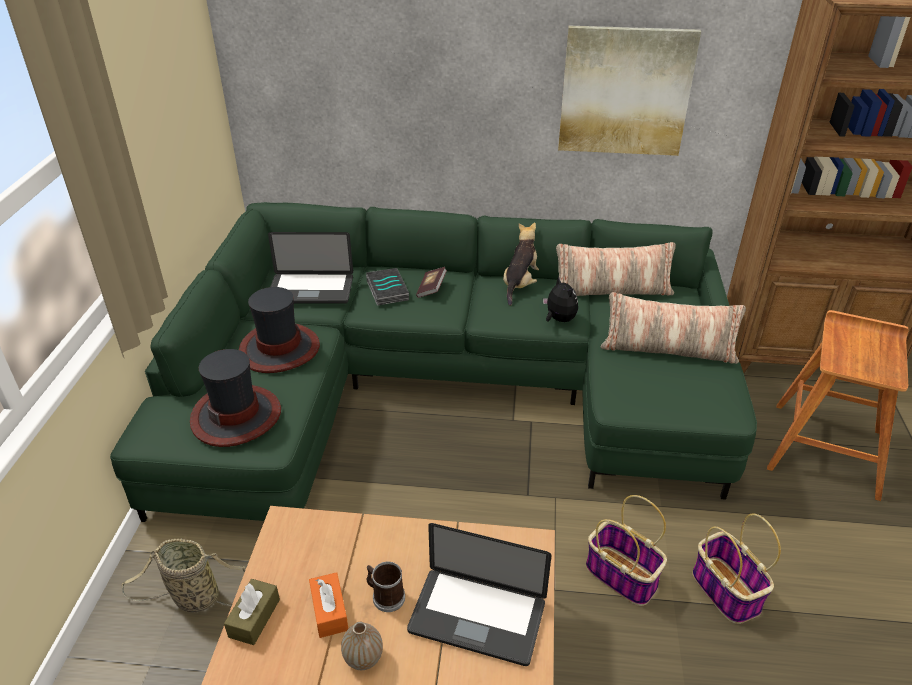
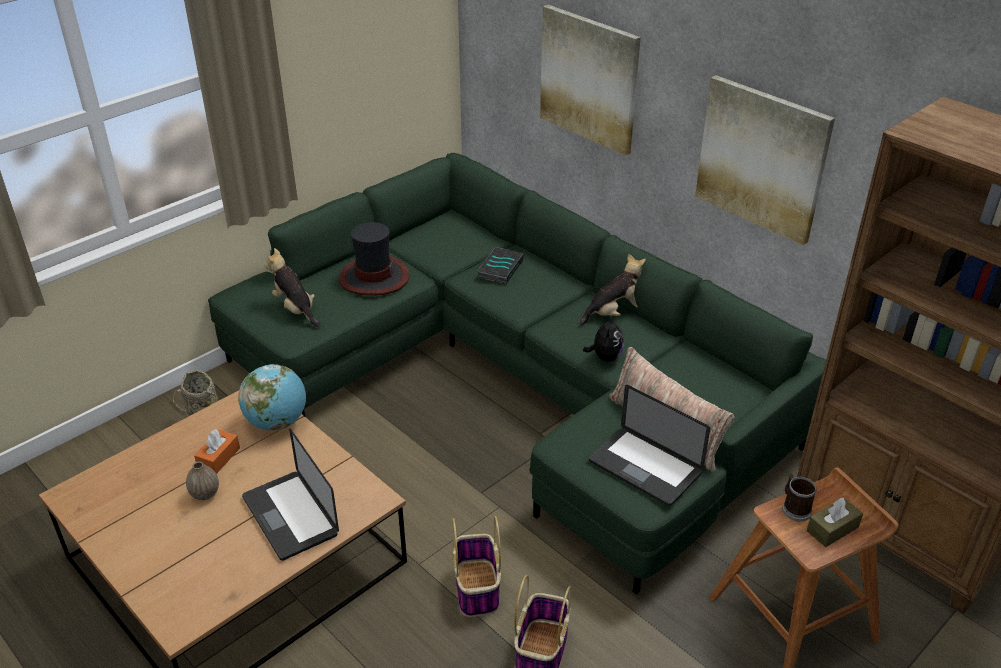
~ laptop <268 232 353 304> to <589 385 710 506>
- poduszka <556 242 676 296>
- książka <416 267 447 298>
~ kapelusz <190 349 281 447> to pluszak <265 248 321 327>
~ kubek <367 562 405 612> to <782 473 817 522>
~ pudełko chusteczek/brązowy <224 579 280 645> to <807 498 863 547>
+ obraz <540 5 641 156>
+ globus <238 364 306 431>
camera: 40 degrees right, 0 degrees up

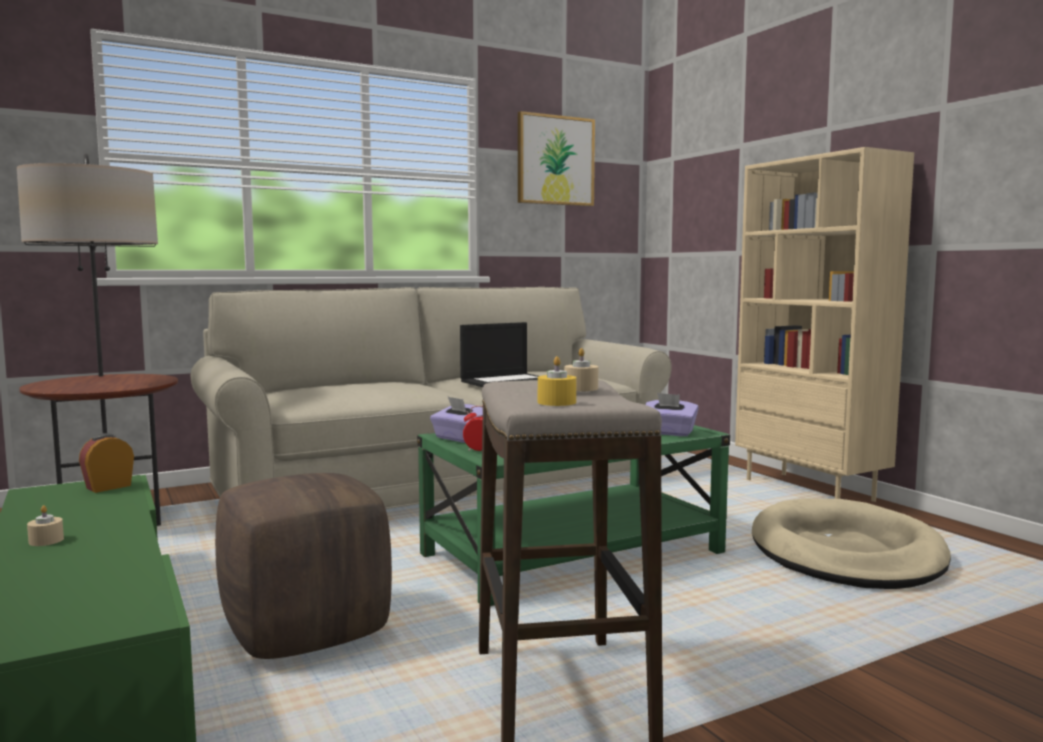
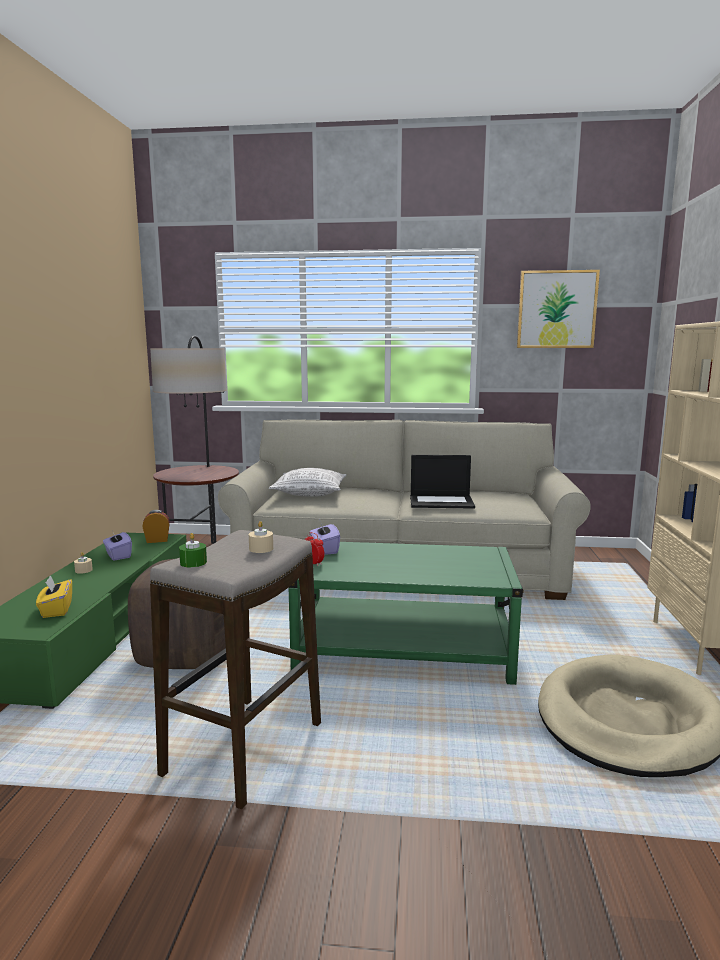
~ świeca/żółty <538 356 576 406> to świeca/zielony <179 533 207 567>
~ pudełko chusteczek/fioletowy <646 393 699 436> to <103 532 132 561>
+ poduszka <269 468 347 497>
+ pudełko chusteczek/żółty <36 575 72 618>
camera: 35 degrees right, 5 degrees up

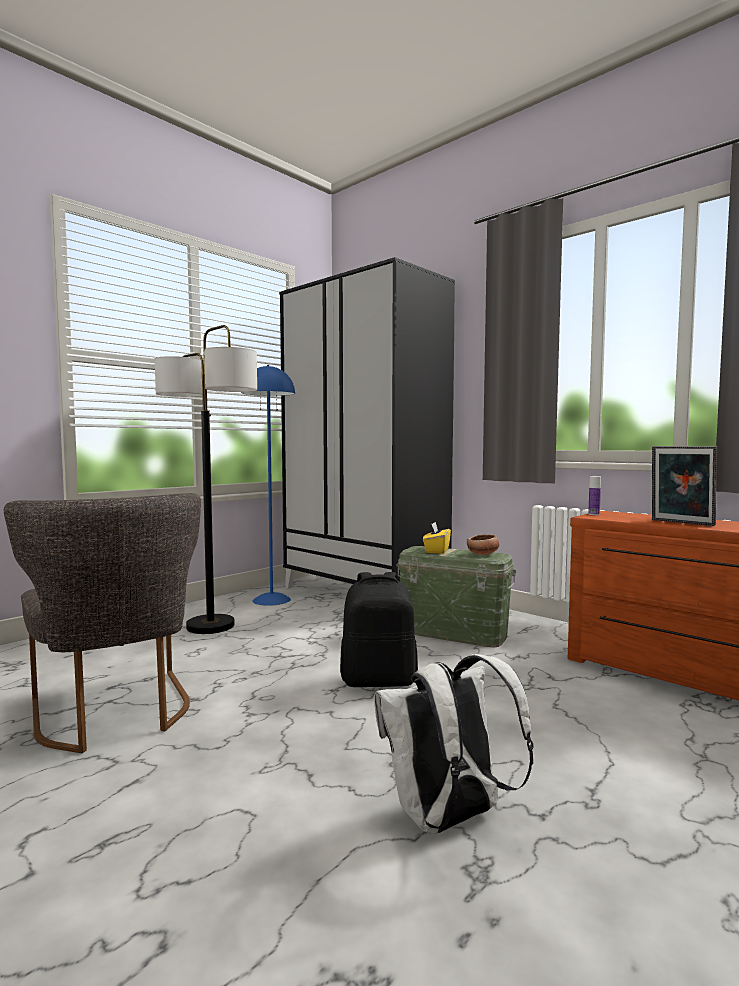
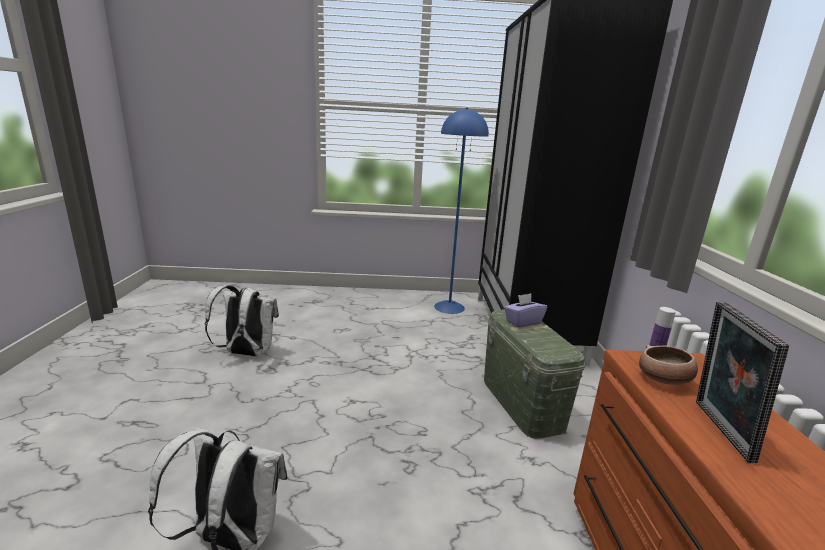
- lampa stojąca <155 325 257 634>
~ krzesło/szary <4 493 201 753> to plecak/biały <205 285 279 357>
~ pudełko chusteczek/żółty <423 522 451 554> to pudełko chusteczek/fioletowy <504 293 547 328>
~ miska <467 534 499 555> to <639 345 698 385>
- plecak/czarny <340 572 418 687>
camera: 45 degrees right, 15 degrees up

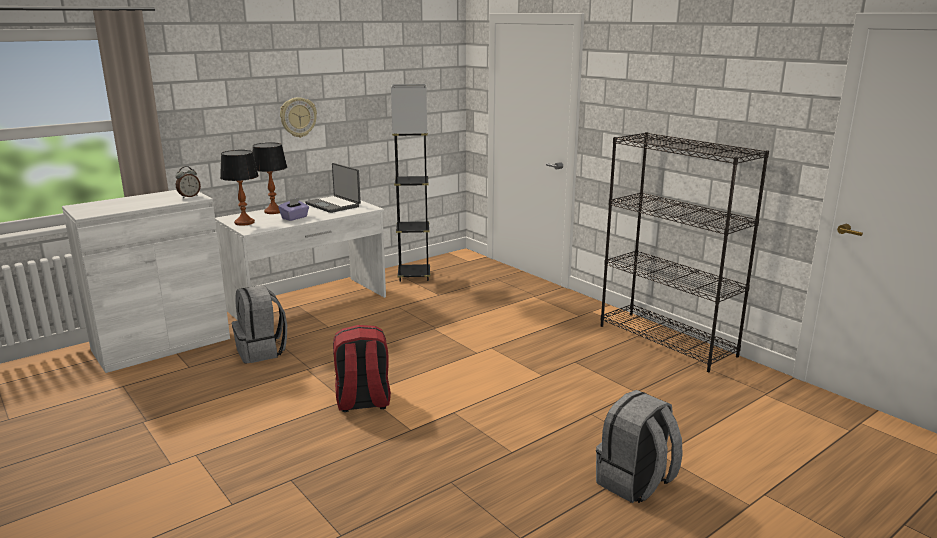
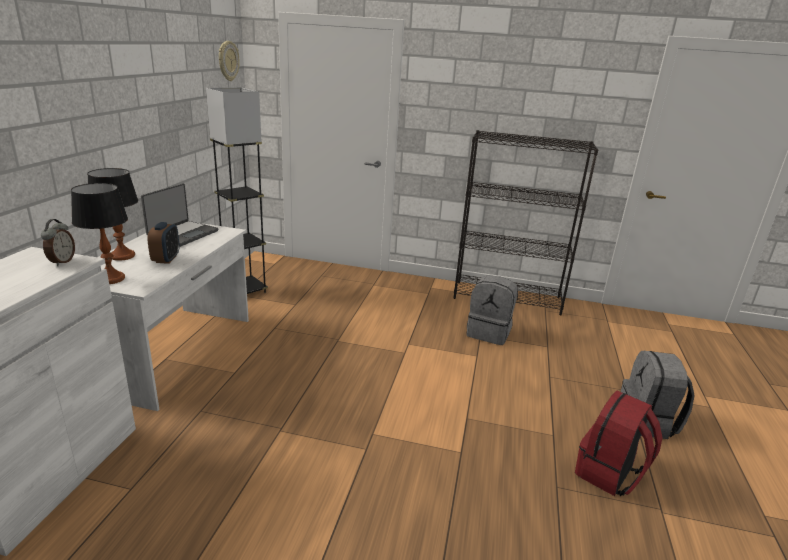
~ zegar ścienny <280 97 317 138> to <219 41 240 81>
~ laptop <305 163 361 213> = <141 183 219 247> 75 degrees counterclockwise
~ pudełko chusteczek/fioletowy <278 198 309 221> to budzik <147 222 180 264>
~ plecak/szary <232 285 287 363> to <466 276 518 345>
~ plecak/czerwony <333 325 391 412> to <575 391 663 496>
camera: 40 degrees left, 5 degrees up

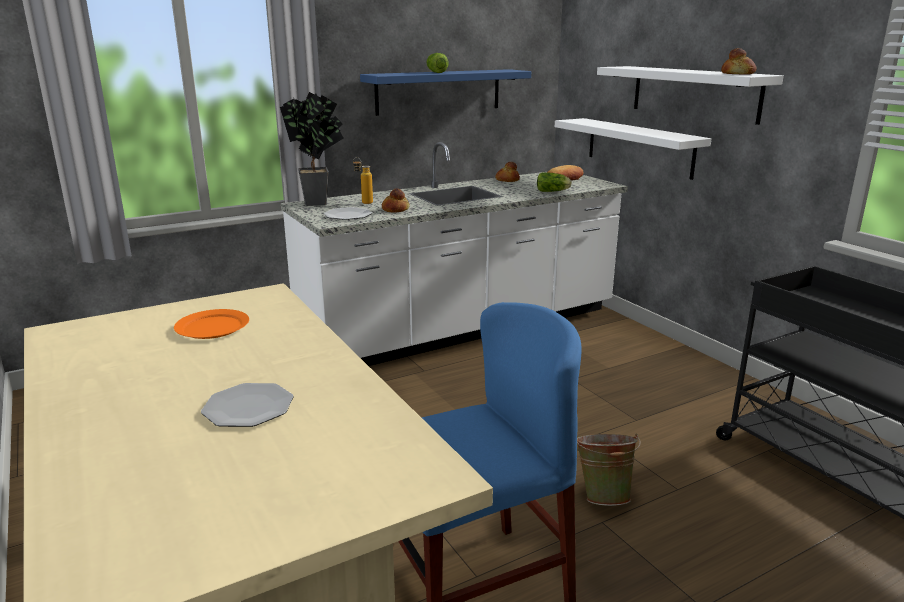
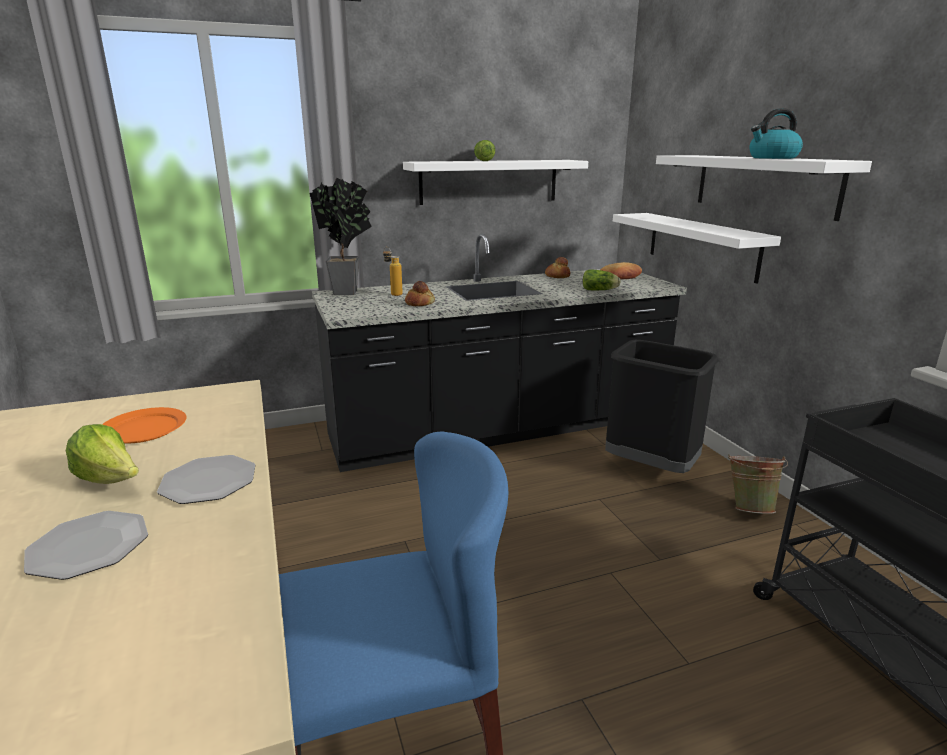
- chleb <721 48 756 75>
~ półka/niebieski <360 69 531 116> to półka/biały <403 160 588 205>
~ zabudowa kuchenna/biały <281 142 628 366> to zabudowa kuchenna/czarny <312 234 687 472>
~ talerz <324 207 372 220> to <157 455 255 504>
~ wiadro/zielony <577 434 641 506> to <728 454 788 514>
+ czajnik <749 108 803 159>
+ kosz na śmieci/czarny <605 340 719 473>
+ sałata <66 424 139 484>
camera: 10 degrees right, 0 degrees up

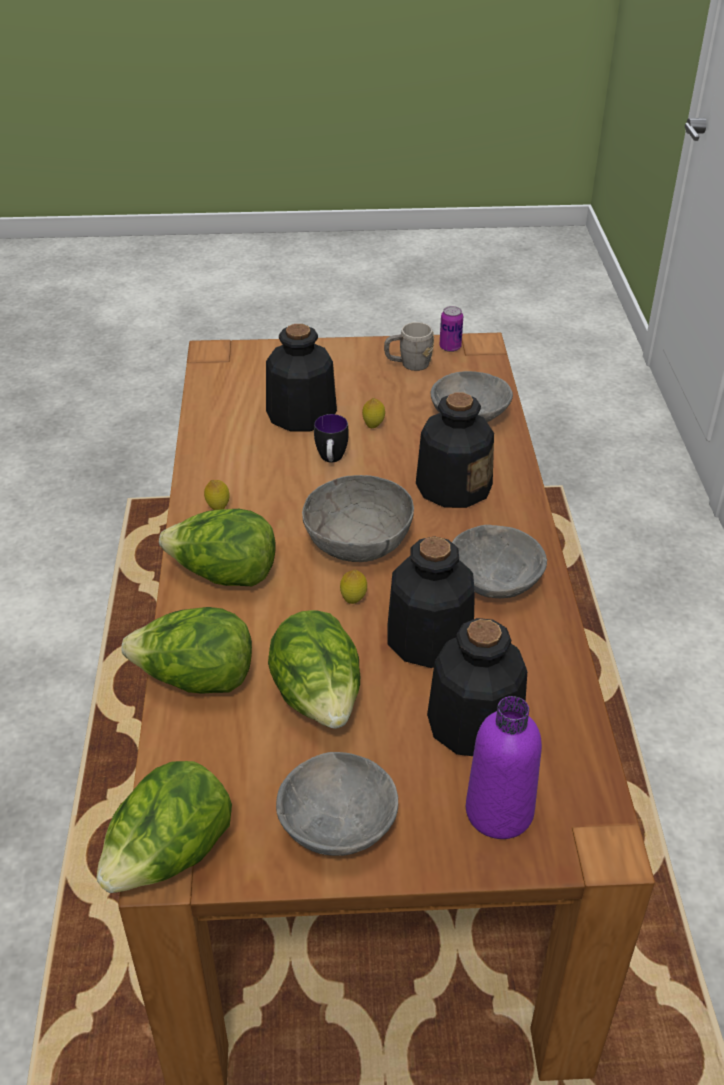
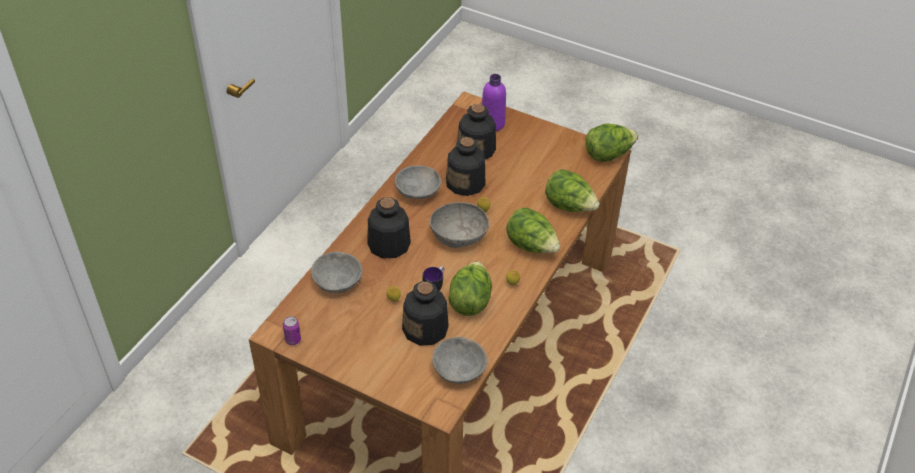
- kubek/szary <384 322 434 371>
~ sałata <268 610 360 729> to <448 261 492 316>
~ miska/szary <276 752 398 856> to <432 337 487 384>
camera: 150 degrees left, 5 degrees up

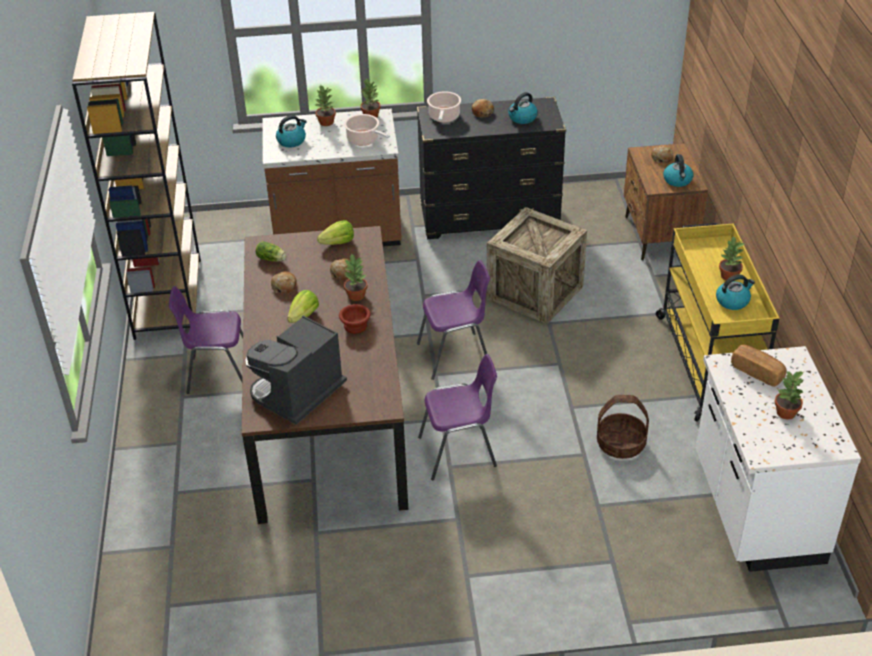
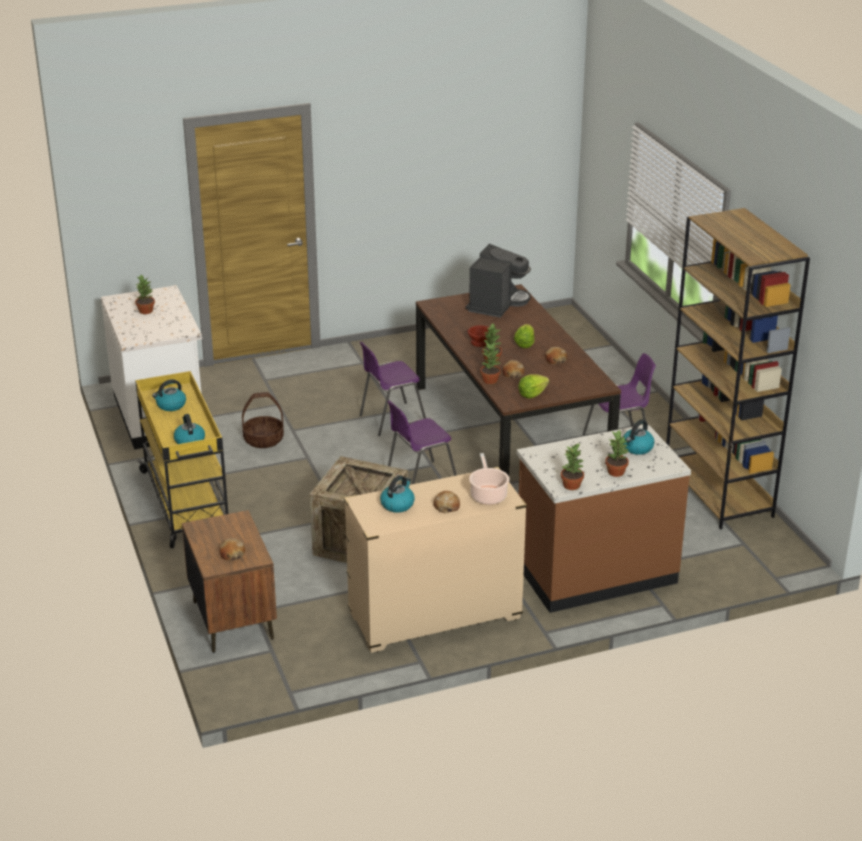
~ komoda/czarny <417 97 566 239> to komoda/beżowy <344 467 527 653>
- garnek <344 114 390 146>
~ czajnik <663 154 694 187> to <174 414 205 444>
~ roślina doniczkowa <719 236 746 281> to <480 343 501 384>
- sałata <256 241 286 262>
- chleb <731 344 787 387>
camera: 165 degrees right, 10 degrees down

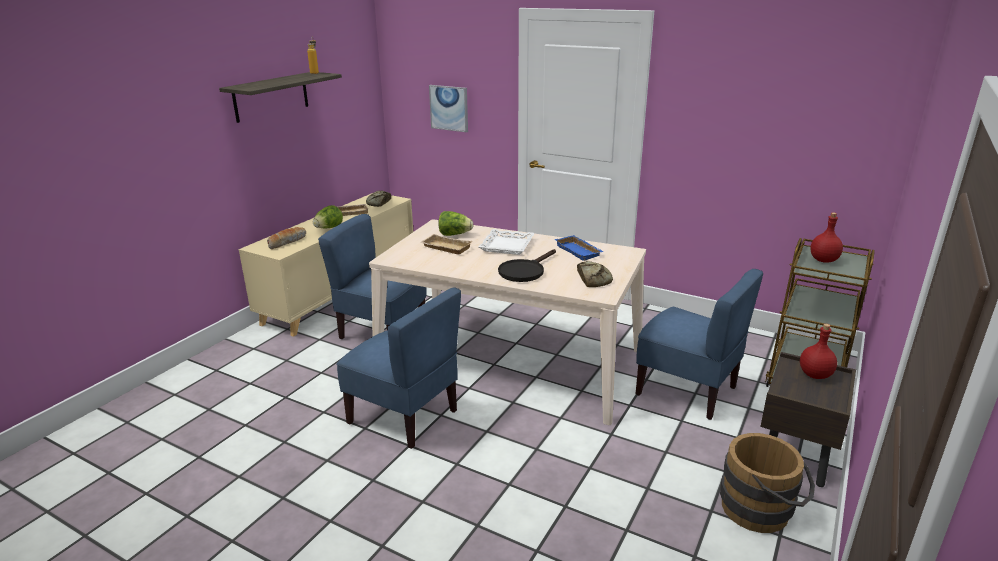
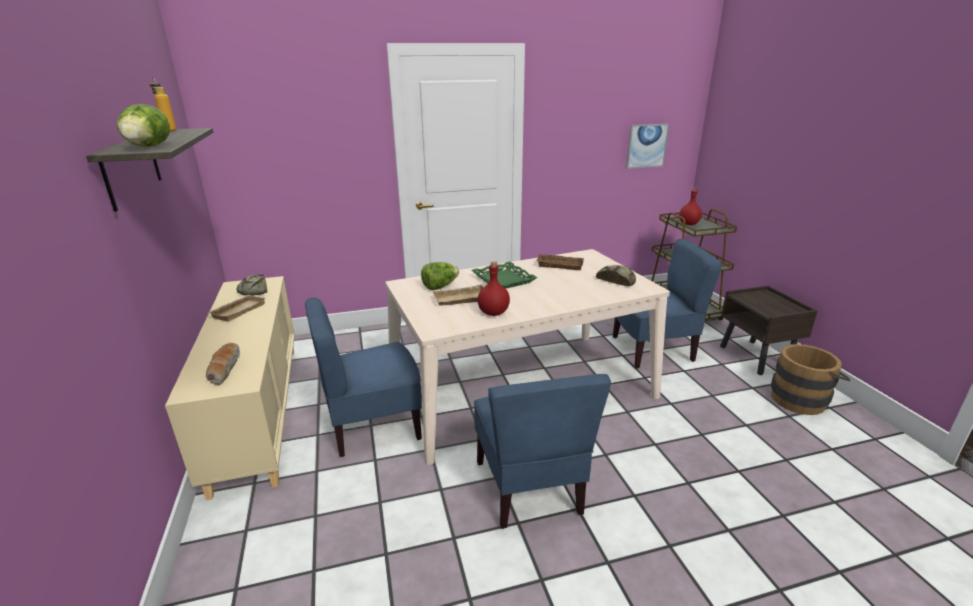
~ obraz <429 85 468 132> to <626 124 669 169>
~ sałata <313 205 343 228> to <117 104 170 147>
~ taca/biały <478 229 535 255> to taca/zielony <472 262 537 289>
~ taca/niebieski <555 235 604 261> to taca/brązowy <537 254 584 270>
- patelnia/czarny <498 249 556 282>
~ krzesło/niebieski <336 287 461 449> = <474 374 611 529> 90 degrees clockwise
~ butelka/czerwony <800 324 837 379> to <478 261 510 316>
camera: 45 degrees left, 0 degrees up

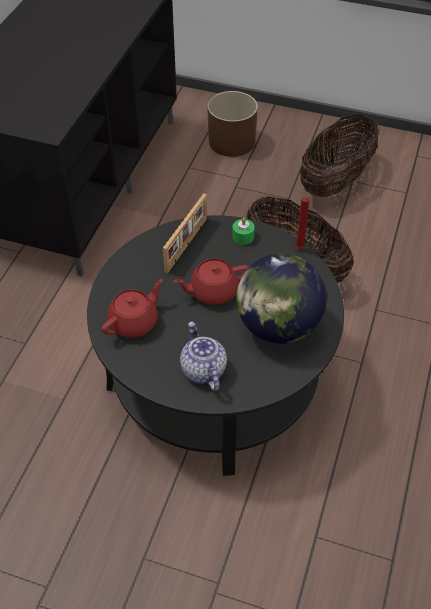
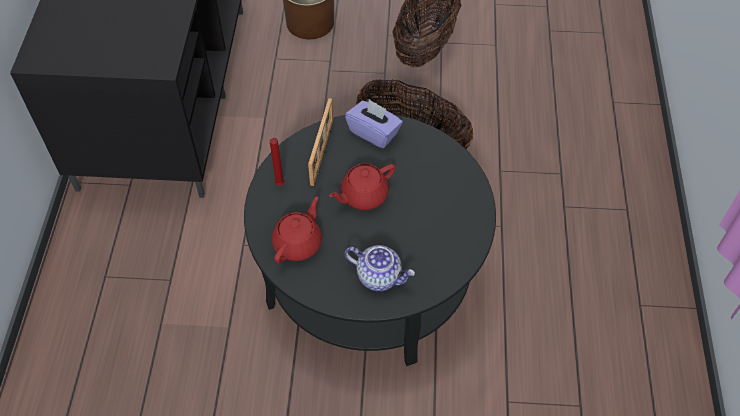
~ świeca/czerwony <295 196 309 249> to <270 138 284 186>
~ świeca/zielony <232 218 255 245> to pudełko chusteczek/fioletowy <345 99 403 149>
- globus <236 254 327 344>
~ imbryk <180 322 227 391> = <345 245 415 291> 150 degrees clockwise
camera: 15 degrees left, 5 degrees up

